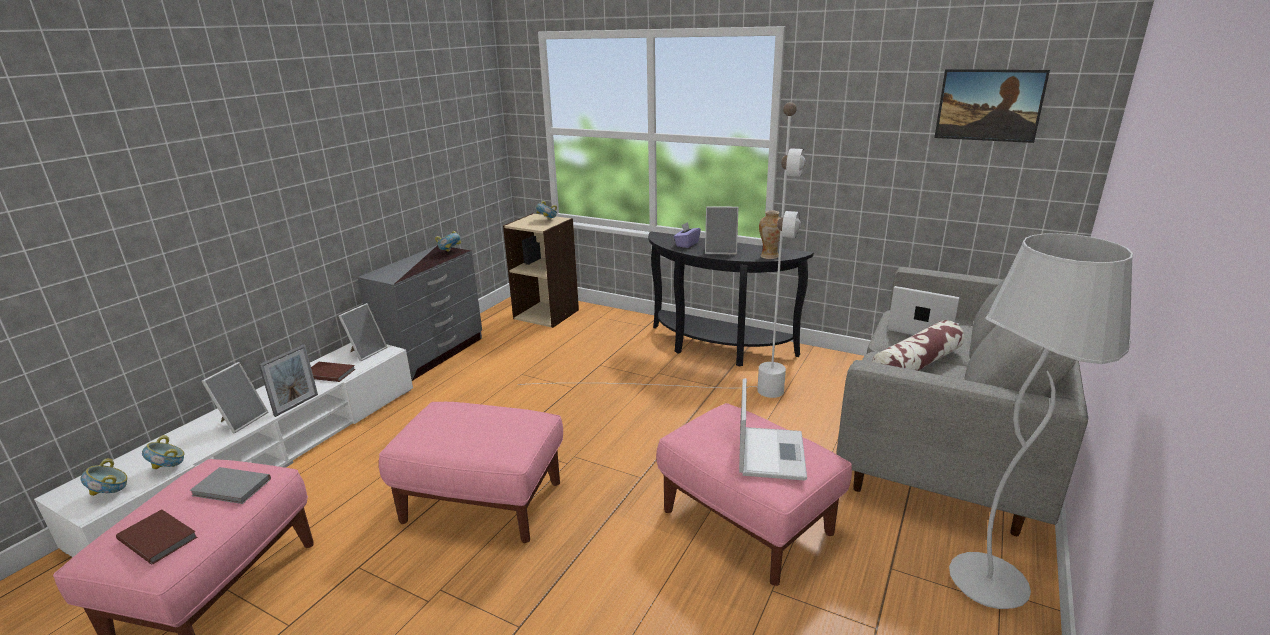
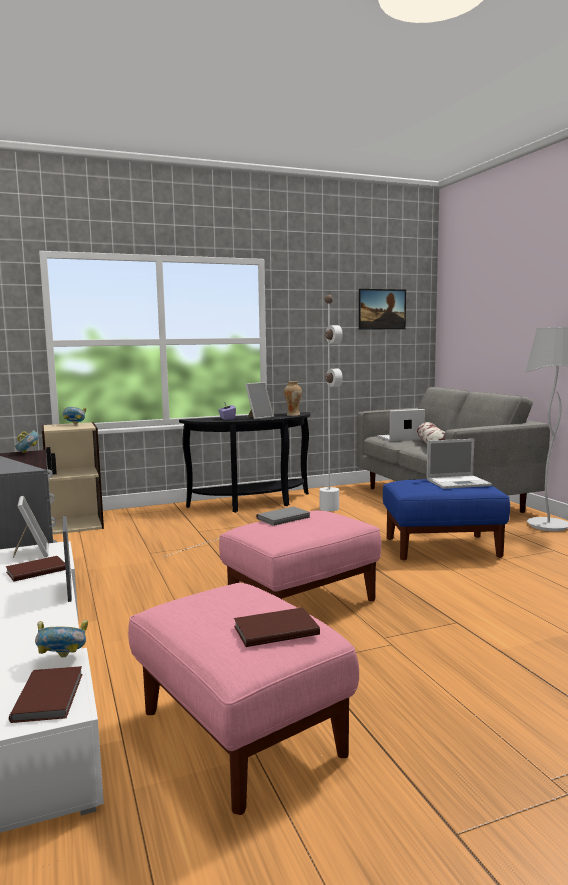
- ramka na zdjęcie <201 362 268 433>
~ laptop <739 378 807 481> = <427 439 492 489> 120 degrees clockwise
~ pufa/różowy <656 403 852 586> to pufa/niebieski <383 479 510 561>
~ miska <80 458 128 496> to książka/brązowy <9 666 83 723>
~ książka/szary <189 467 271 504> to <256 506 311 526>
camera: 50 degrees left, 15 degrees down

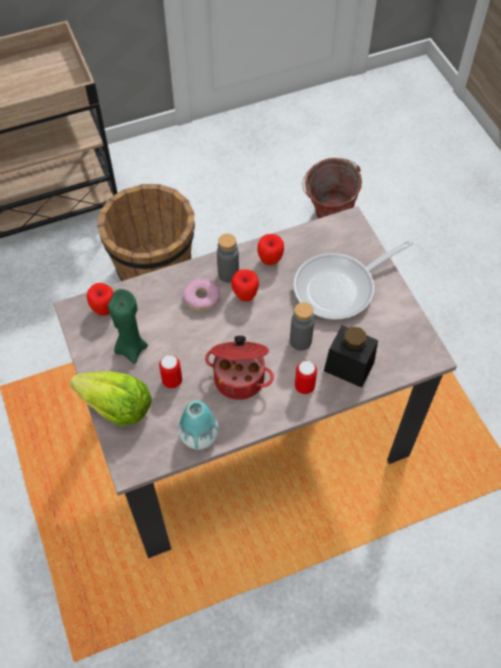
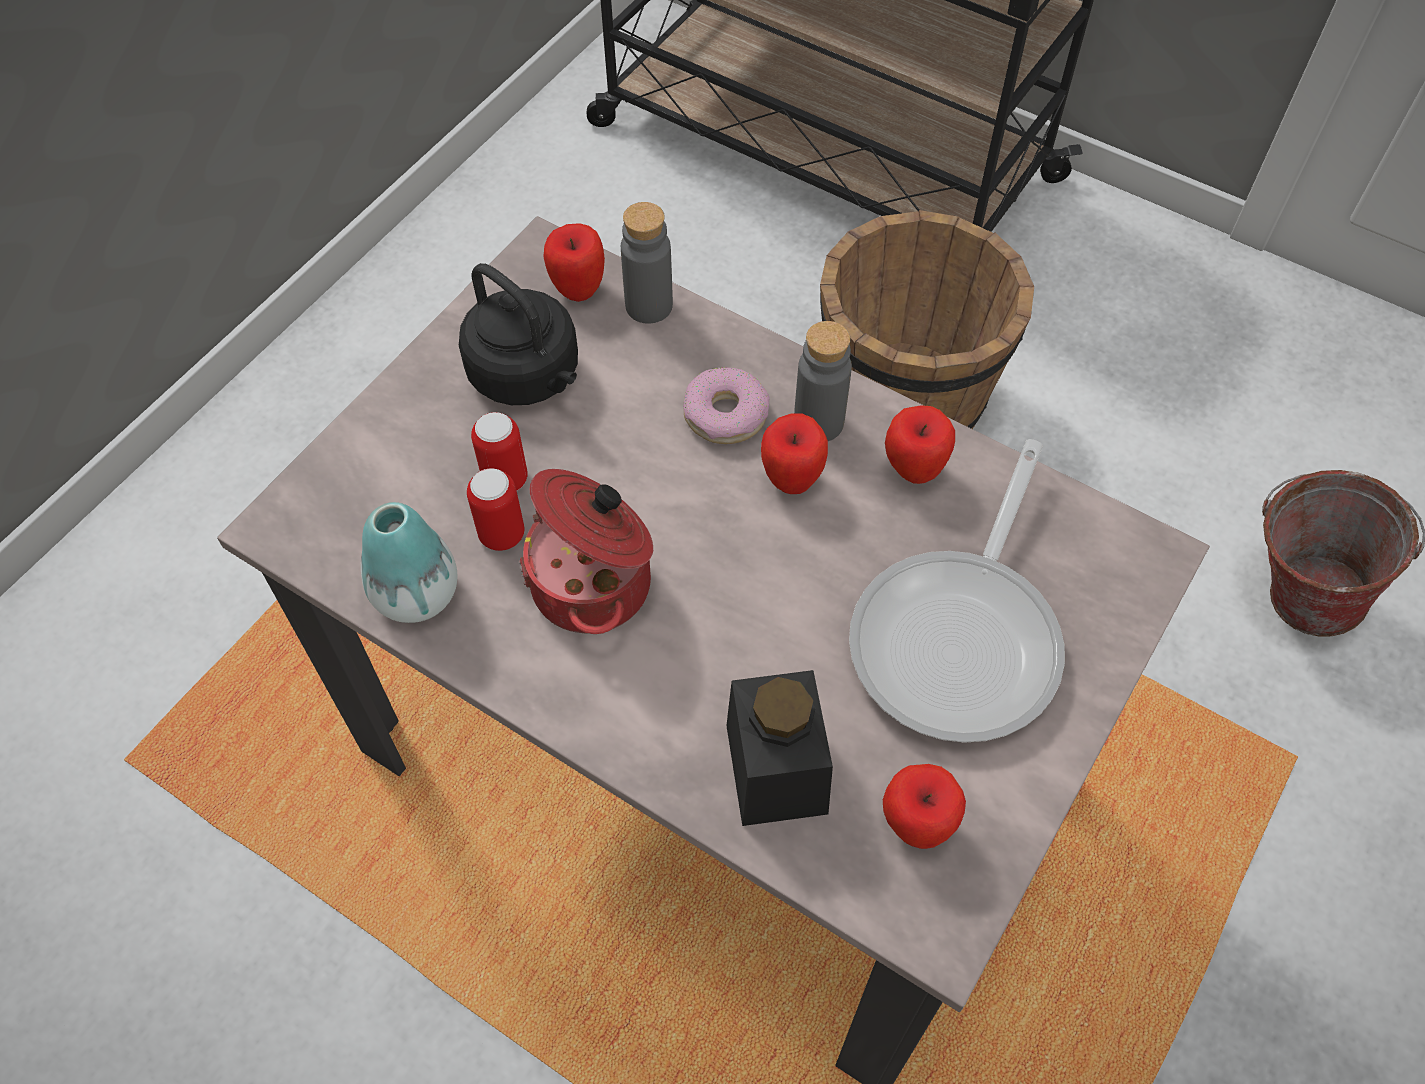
~ patelnia <293 239 414 320> = <849 439 1065 743> 90 degrees counterclockwise
~ świeca/zielony <108 289 148 364> to czajnik/czarny <459 263 578 405>
~ butelka/szary <290 302 314 351> to <621 202 673 324>
~ puszka <295 361 317 394> to <467 468 524 551>
- sałata <70 371 152 426>
+ jabłko <883 764 966 849>
camera: 55 degrees right, 0 degrees up

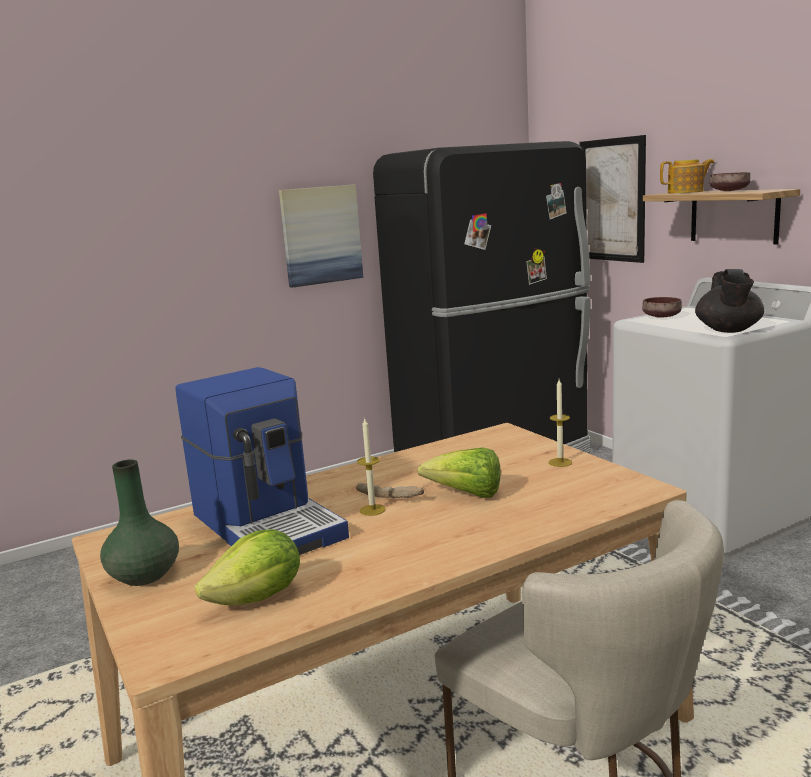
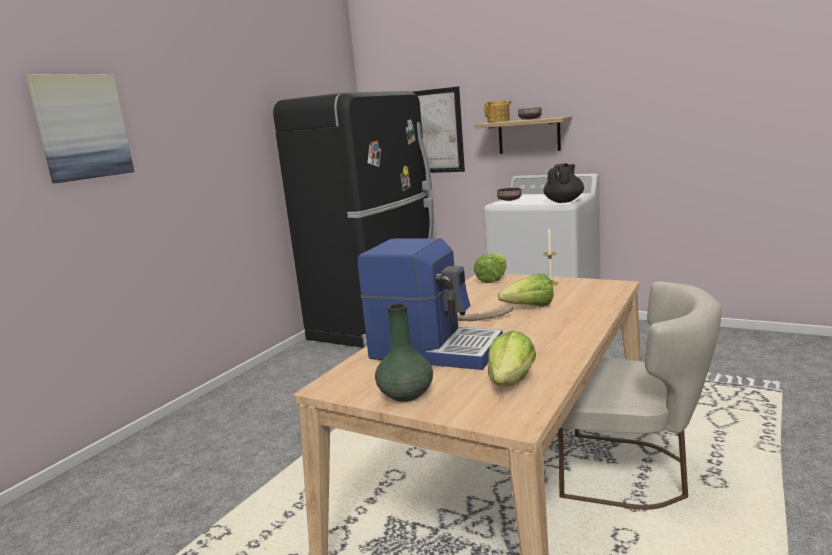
~ obraz <279 184 363 288> to <25 74 134 183>
~ imbryk/czarny <695 269 764 333> = <544 163 584 203> 135 degrees counterclockwise
- świeca <357 417 386 516>
+ sałata <474 254 507 283>
camera: 30 degrees left, 0 degrees up

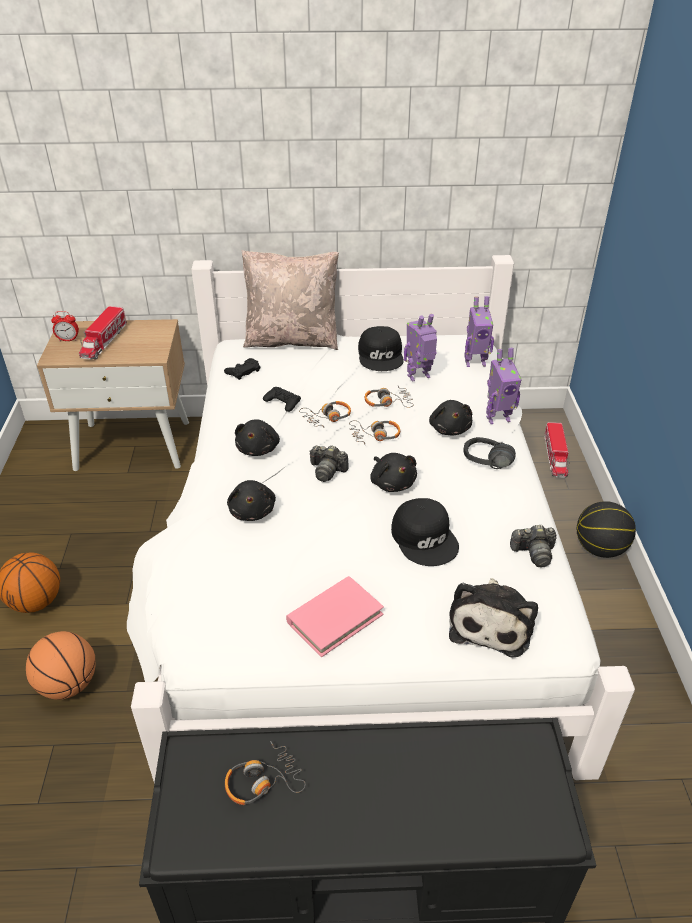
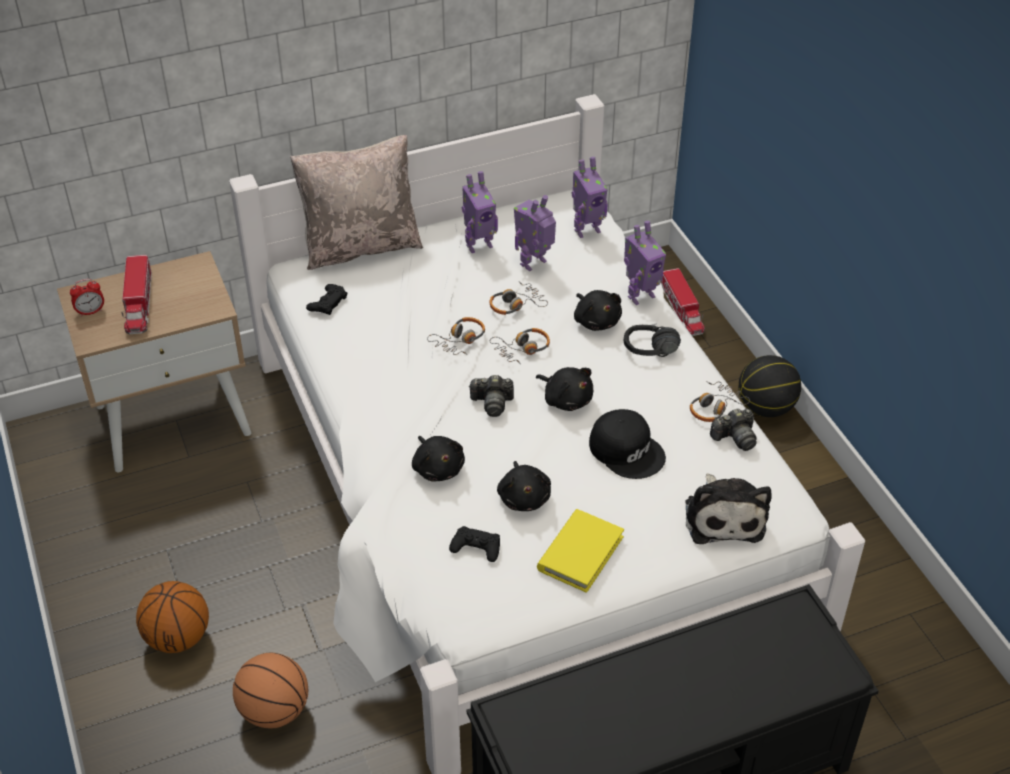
~ czapka z daszkiem/czarny <358 326 404 371> to robot zabawkowy <462 171 498 253>
~ pad do gier/czarny <263 387 301 412> to <449 526 500 562>
~ pluszak/czarny <235 419 280 456> to <497 461 551 511>
~ książka/różowy <286 576 384 657> to książka/żółty <537 509 624 593>
~ słuchawki <225 741 306 805> to <690 382 750 422>
camera: 20 degrees left, 5 degrees up

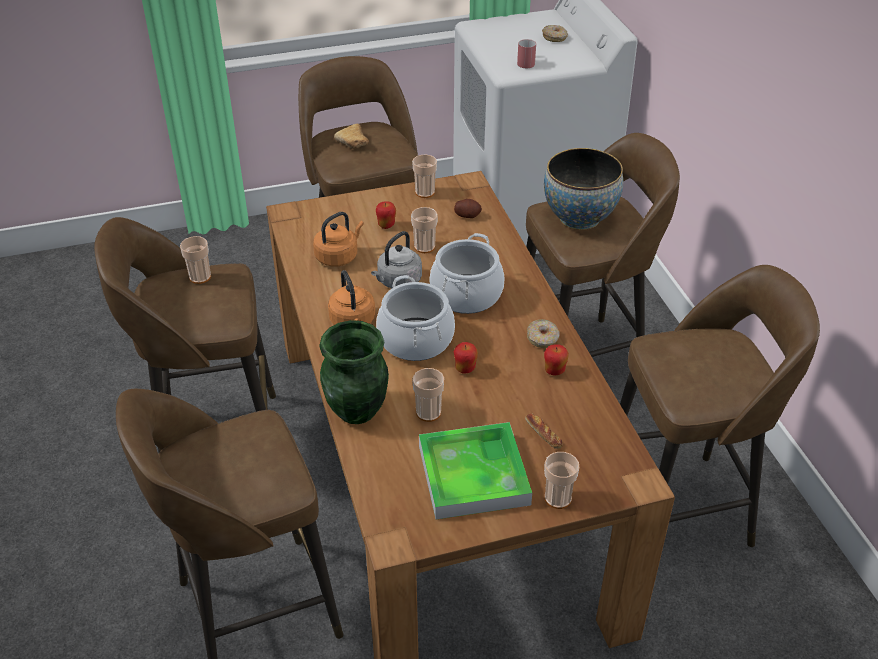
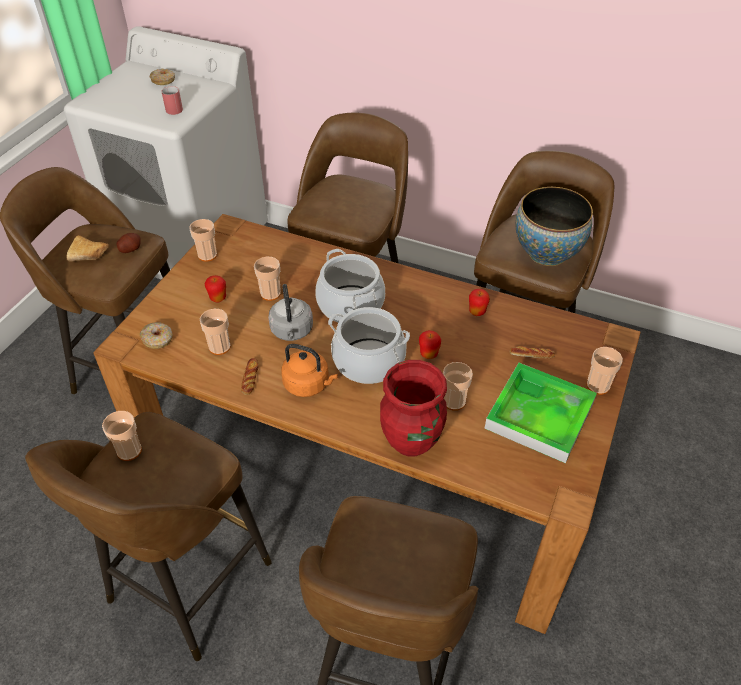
~ miska <544 148 623 230> to <516 187 593 266>
~ ziemniak <454 199 482 218> to <116 233 141 253>
~ czajnik/pomarańczowy <313 212 364 267> to filiżanka <200 309 231 355>
~ donut <527 319 560 348> to <140 322 173 349>
~ wazon/zielony <319 320 389 424> to wazon/czerwony <380 360 447 457>
+ chleb <241 358 258 395>
camera: 50 degrees left, 5 degrees up

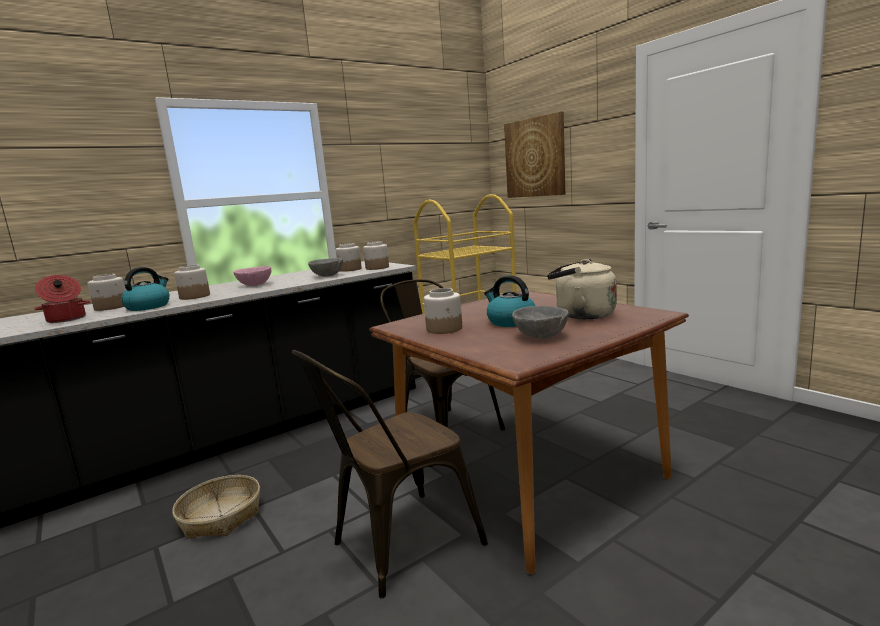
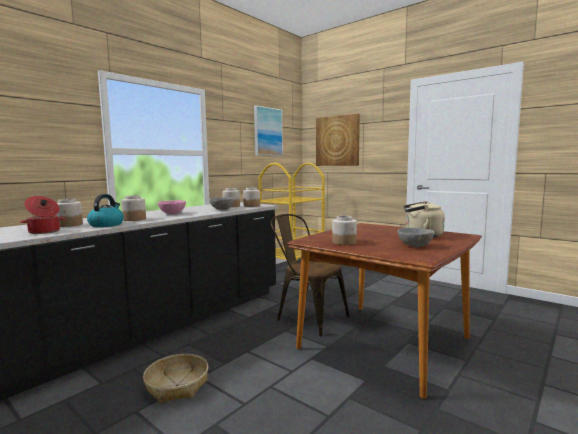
- czajnik <484 275 535 327>
- krzesło/brązowy <292 350 488 599>
+ obraz <254 105 283 156>
camera: 15 degrees left, 5 degrees down

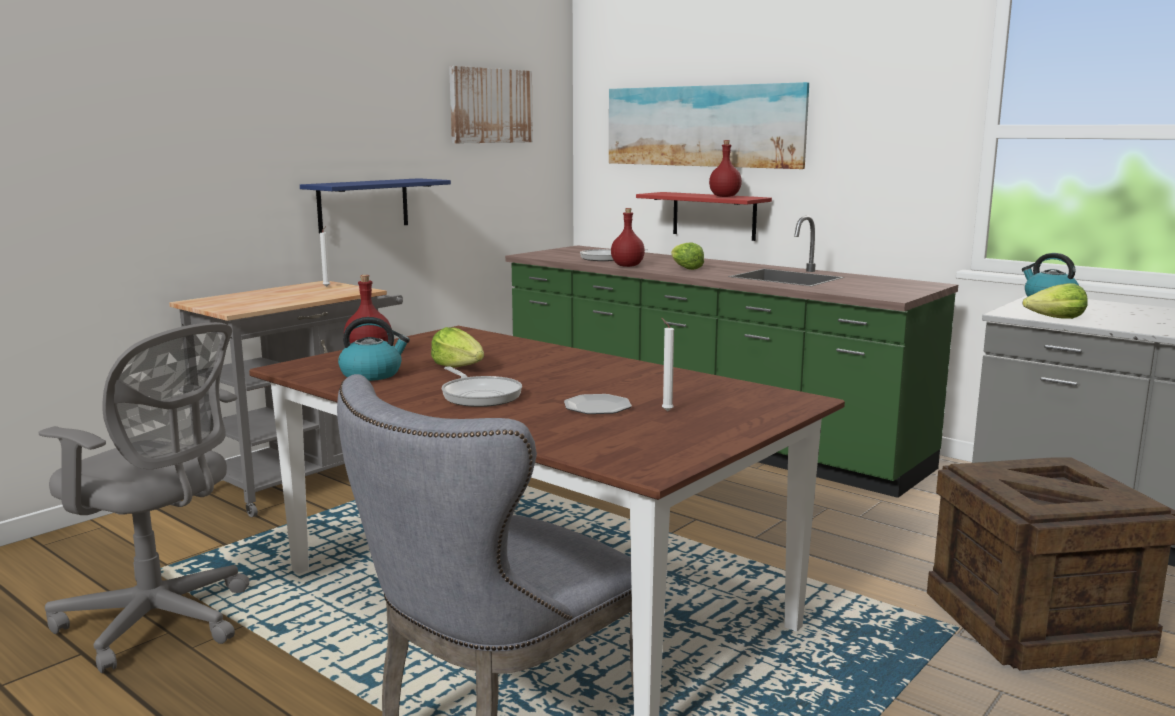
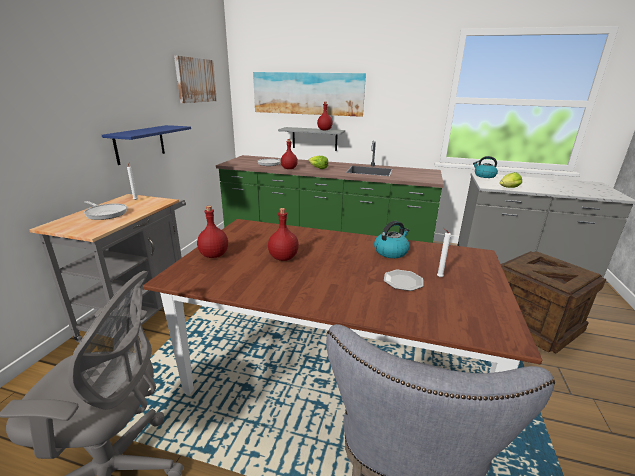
~ półka/czerwony <636 192 772 241> to półka/szary <278 127 345 151>
~ czajnik <338 317 410 381> to <374 221 410 258>
~ sałata <431 327 484 368> to butelka/czerwony <268 208 299 261>
~ patelnia <442 366 522 407> to <84 201 127 220>
camera: 25 degrees left, 10 degrees up

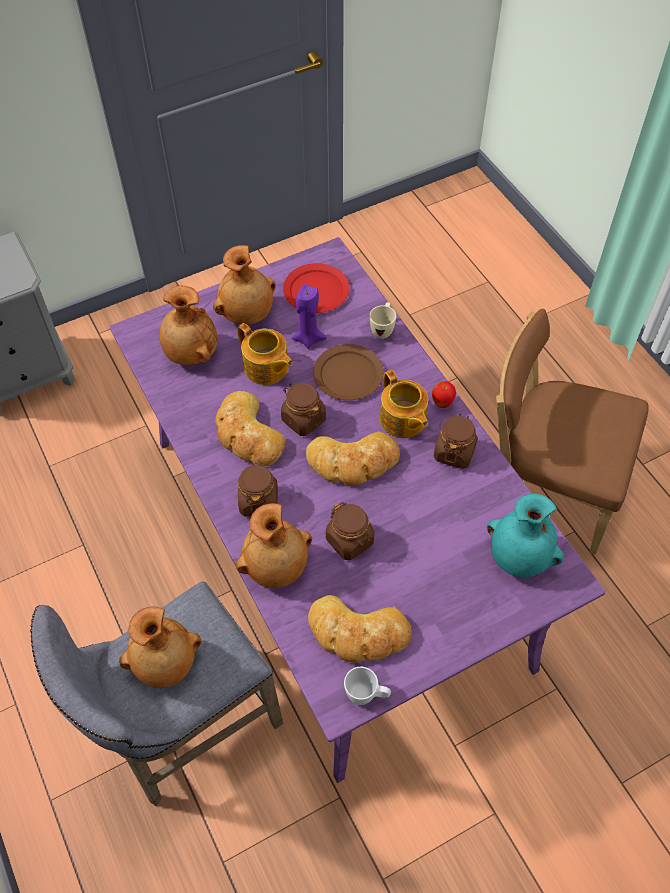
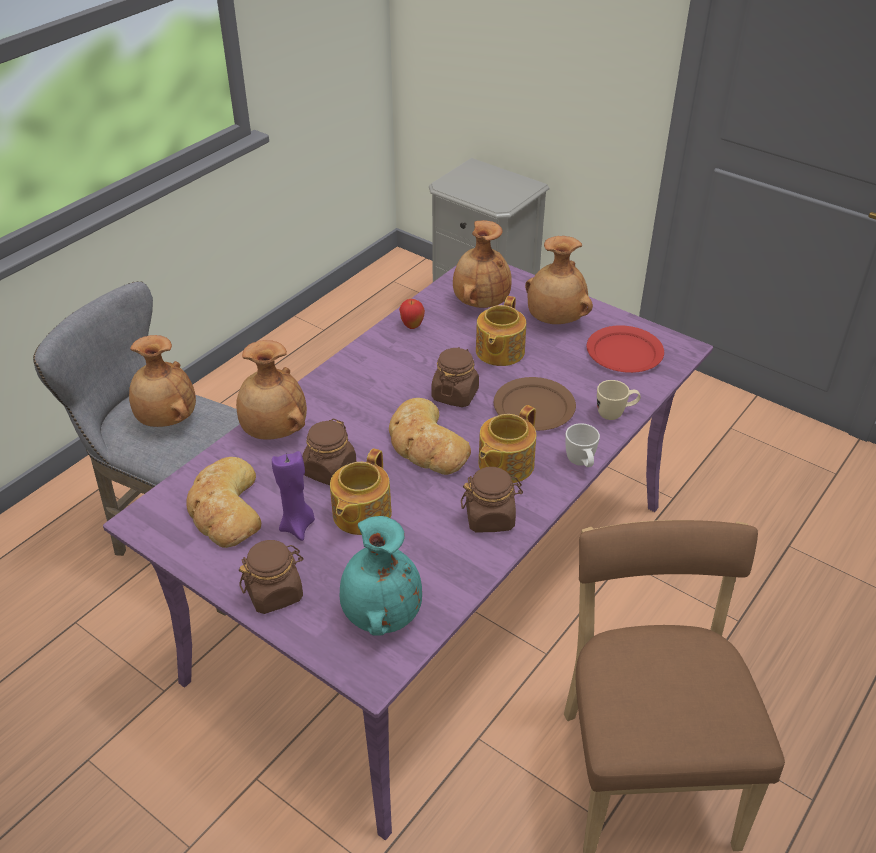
~ świeca/fioletowy <291 284 327 349> to <272 451 315 541>
~ jabłko <432 381 456 408> to <399 299 425 329>
- chleb <215 391 286 467>
~ słoik/brązowy <238 462 278 516> to <239 540 304 614>
~ kubek/biały <344 667 391 705> to <565 423 600 467>
+ imbryk <330 448 392 535>
camera: 65 degrees right, 15 degrees down

